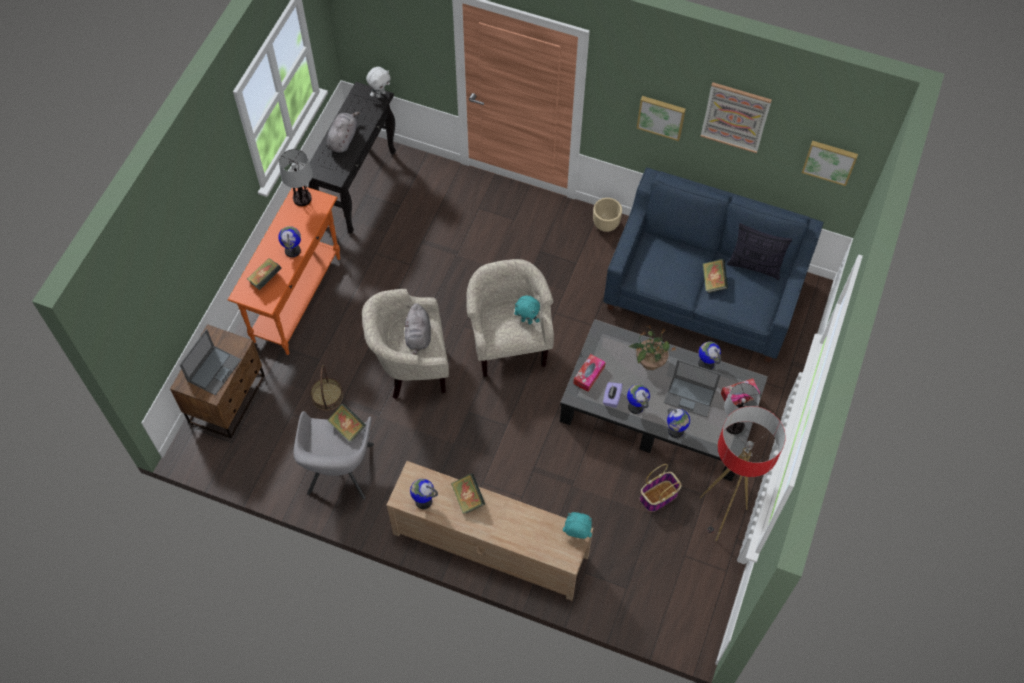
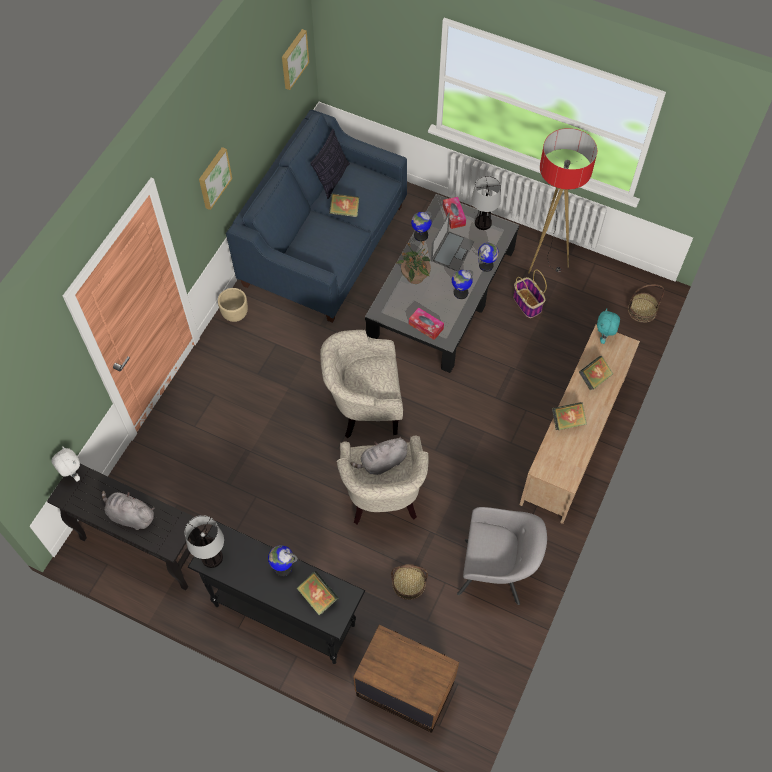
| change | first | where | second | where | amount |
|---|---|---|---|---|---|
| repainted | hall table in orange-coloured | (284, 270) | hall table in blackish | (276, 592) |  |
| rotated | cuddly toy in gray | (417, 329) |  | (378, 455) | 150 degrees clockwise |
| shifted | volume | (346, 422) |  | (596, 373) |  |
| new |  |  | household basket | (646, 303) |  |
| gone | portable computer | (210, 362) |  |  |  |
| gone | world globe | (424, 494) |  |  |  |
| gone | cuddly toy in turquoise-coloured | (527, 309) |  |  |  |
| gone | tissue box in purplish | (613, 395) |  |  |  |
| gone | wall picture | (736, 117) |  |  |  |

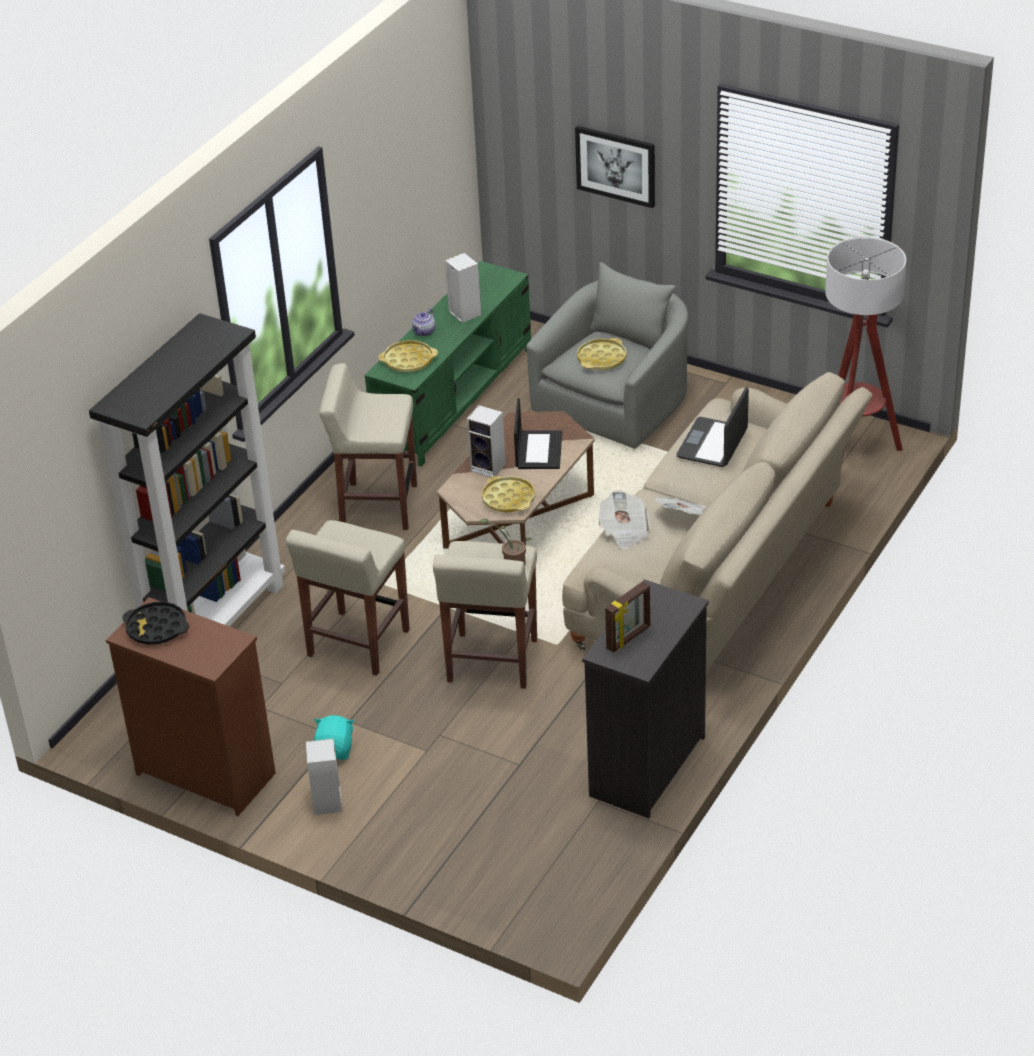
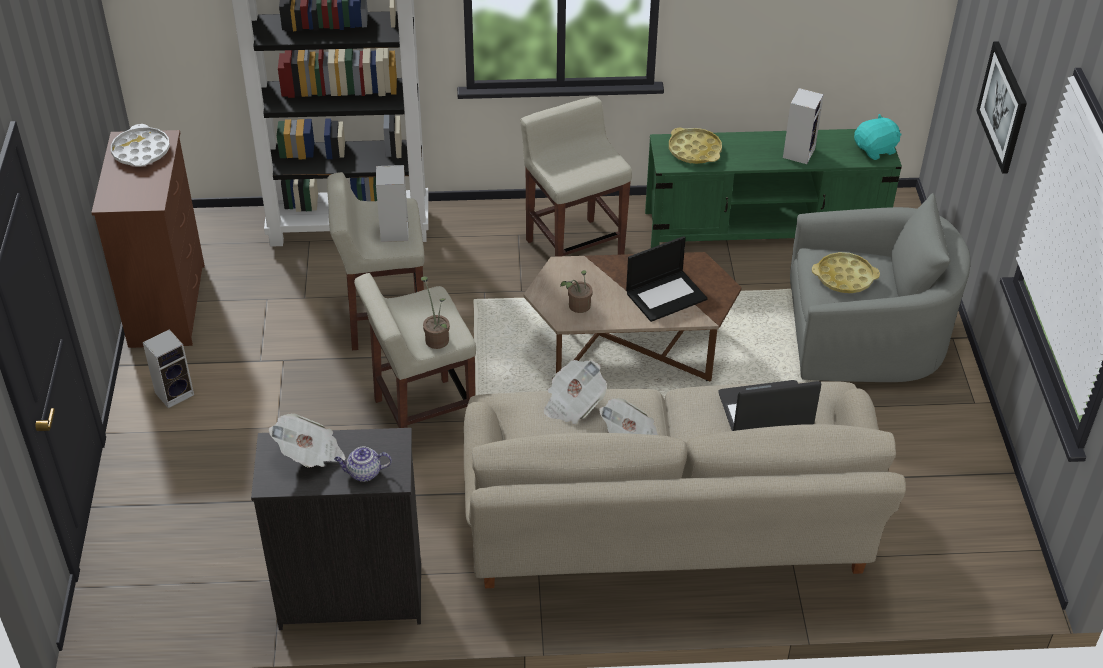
| change | first | where | second | where | amount |
|---|---|---|---|---|---|
| repainted | carrying tray in blackish | (155, 623) | carrying tray in whitish | (140, 145) |  |
| swapped | standing frame | (627, 617) | printed paper | (307, 440) |  |
| shifted | teapot | (423, 322) |  | (363, 464) |  |
| shifted | audio speaker | (486, 441) |  | (392, 203) |  |
| swapped | carrying tray in yellow-coloured | (508, 494) | potted plant | (576, 291) |  |
| shifted | cuddly toy in turquoise-coloured | (334, 737) |  | (877, 137) |  |
| gone | standing lamp | (865, 352) |  |  |  |

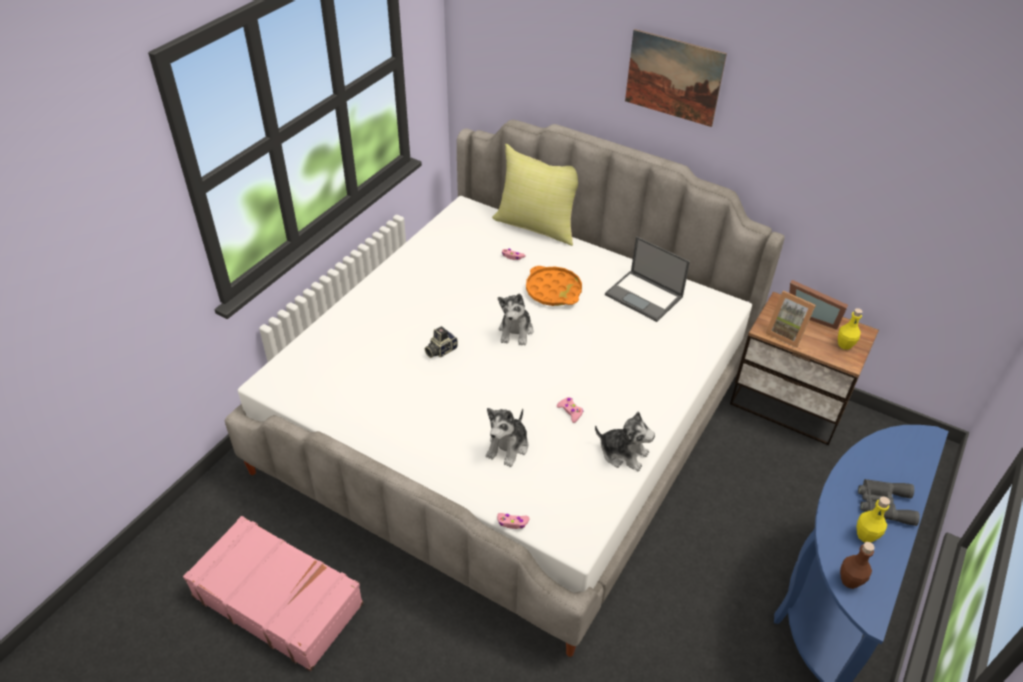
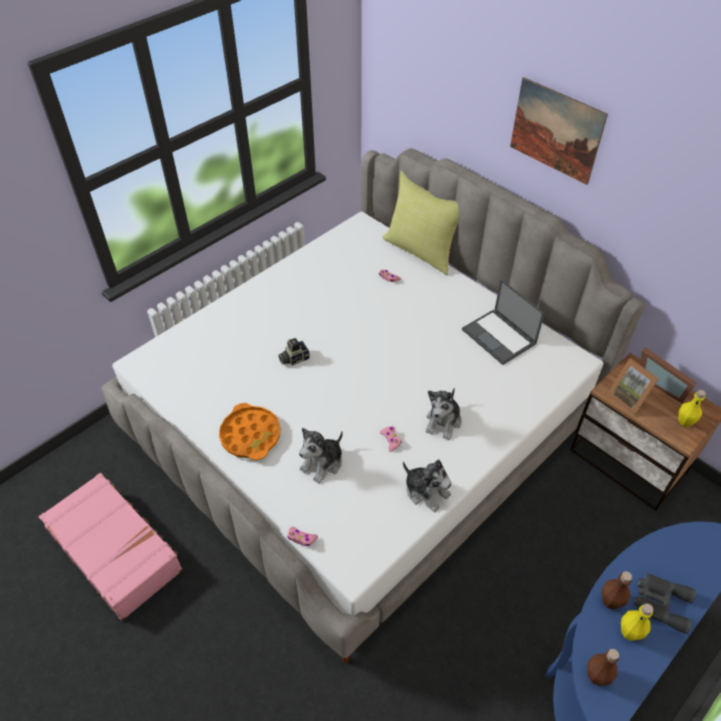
| change | first | where | second | where | amount |
|---|---|---|---|---|---|
| shifted | carrying tray in orange-coloured | (554, 286) |  | (250, 431) |  |
| shifted | cuddly toy | (515, 319) |  | (443, 414) |  |
| new |  |  | beverage bottle in brownish | (616, 590) |  |

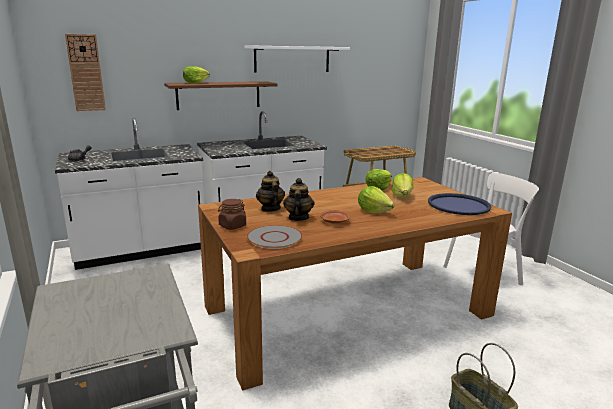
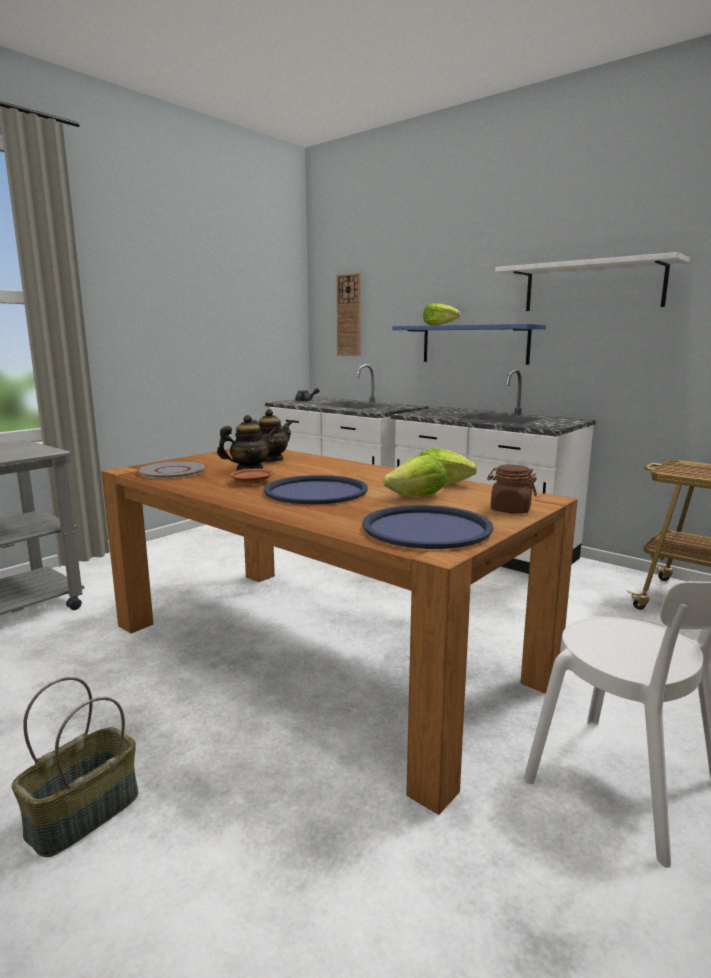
| change | first | where | second | where | amount |
|---|---|---|---|---|---|
| swapped | lettuce head | (376, 200) | carrying tray in bluish | (315, 489) |  |
| repainted | wall shelf in brownish | (221, 95) | wall shelf in bluish | (469, 344) |  |
| shifted | preserve jar in brownish | (232, 214) |  | (512, 489) |  |

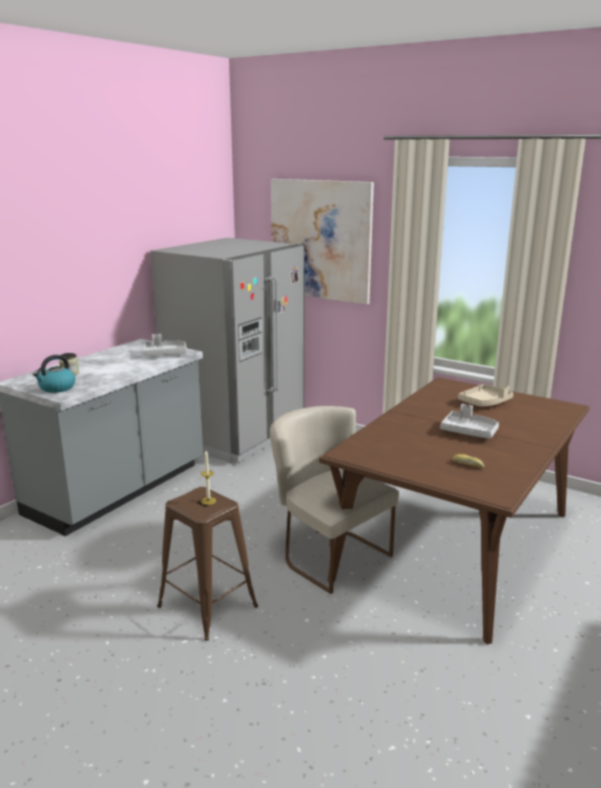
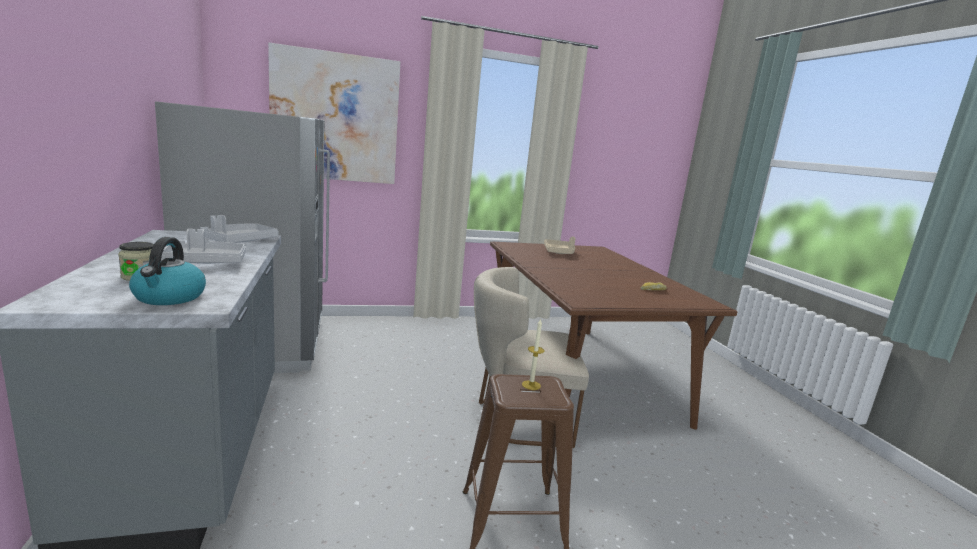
| change | first | where | second | where | amount |
|---|---|---|---|---|---|
| shifted | carrying tray in gray | (469, 421) |  | (203, 246) |  |

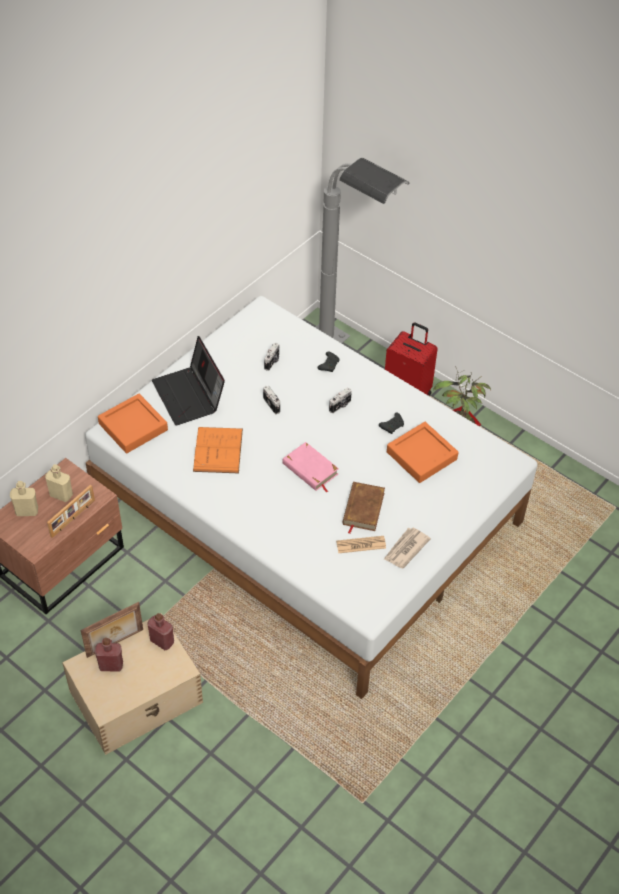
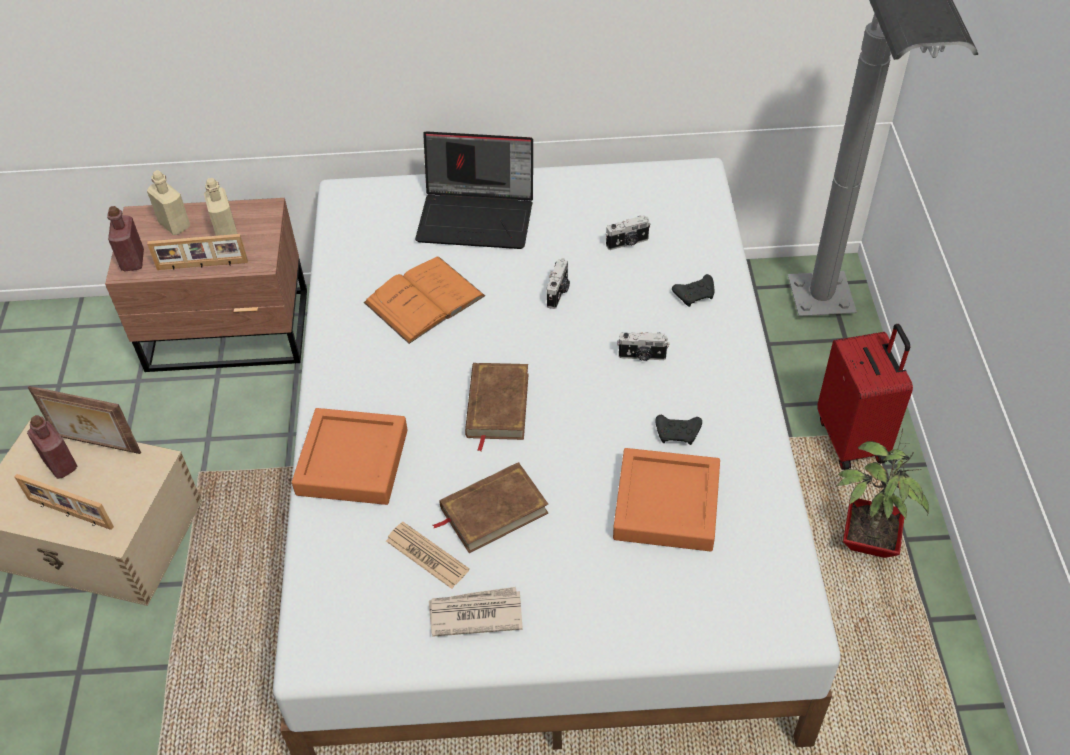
| change | first | where | second | where | amount |
|---|---|---|---|---|---|
| new |  |  | standing frame | (64, 502) |  |
| shifted | beverage bottle in red-coloured | (160, 631) |  | (125, 238) |  |
| shifted | carrying tray in orange-coloured | (133, 423) |  | (350, 456) |  |
| rotated | portable computer | (188, 380) |  | (474, 190) | 105 degrees counterclockwise |
| repainted | volume in pinkish | (310, 467) | volume in brownish | (496, 407) |  |

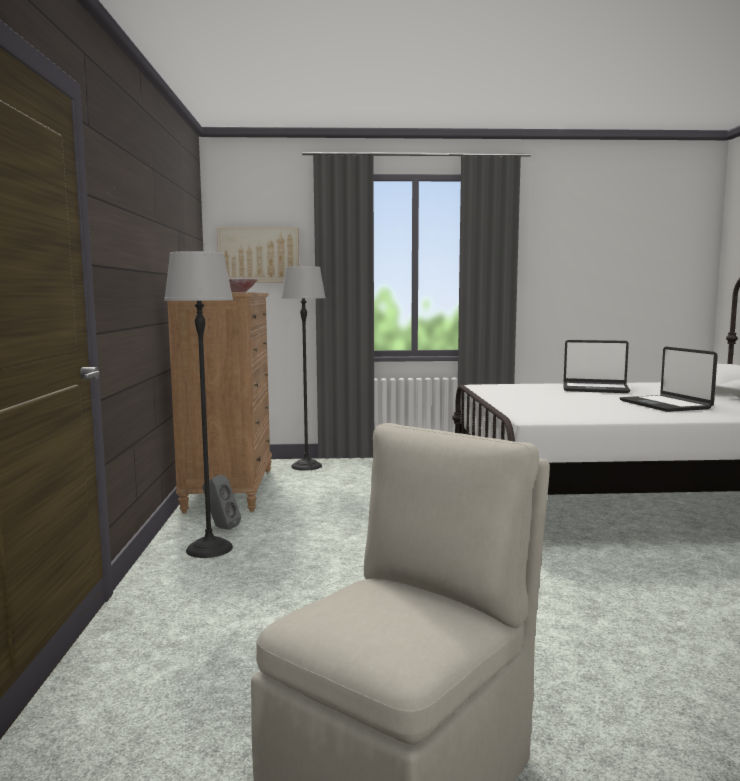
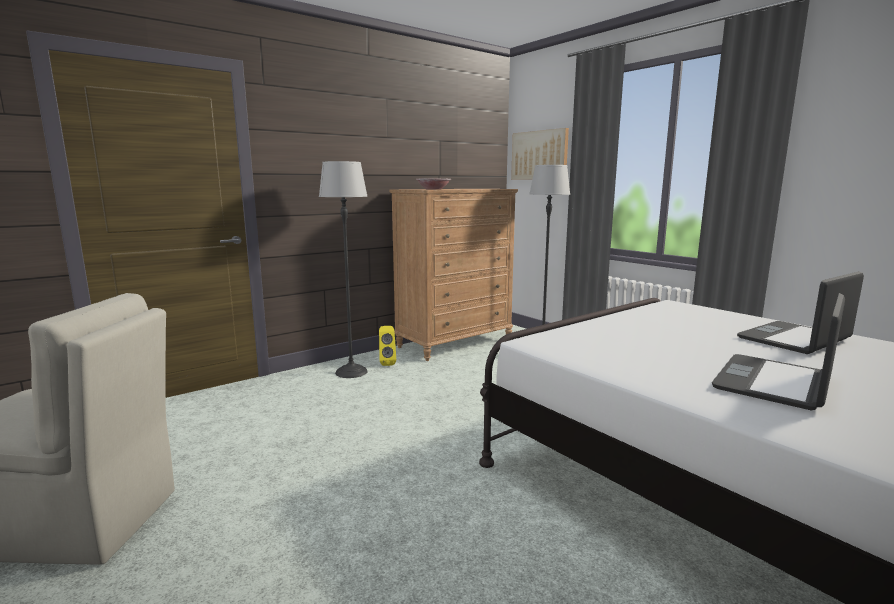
| change | first | where | second | where | amount |
|---|---|---|---|---|---|
| repainted | audio speaker in gray | (221, 502) | audio speaker in yellow-coloured | (387, 346) |  |
| rotated | portable computer | (597, 366) |  | (800, 312) | 75 degrees clockwise |

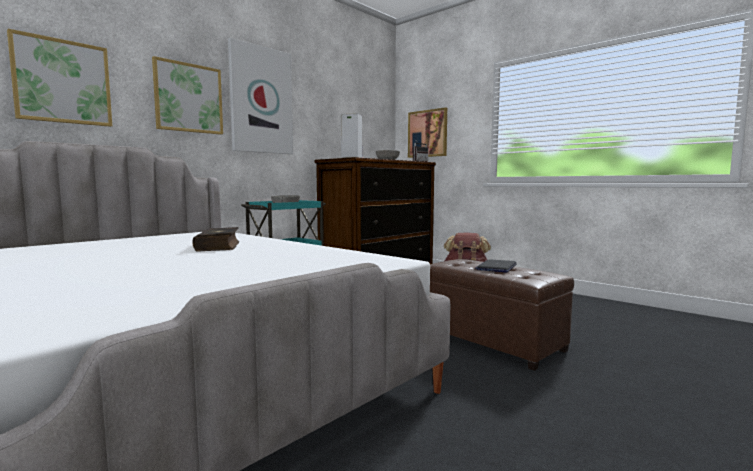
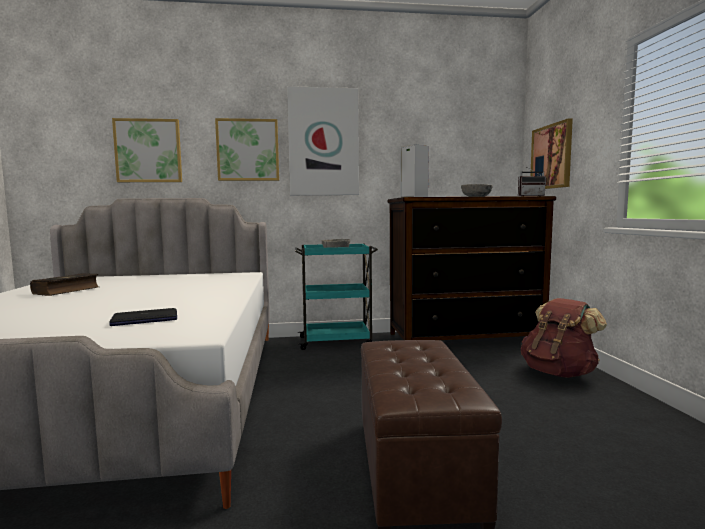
| change | first | where | second | where | amount |
|---|---|---|---|---|---|
| shifted | volume | (216, 239) |  | (64, 284) |  |
| shifted | portable computer | (496, 266) |  | (143, 317) |  |

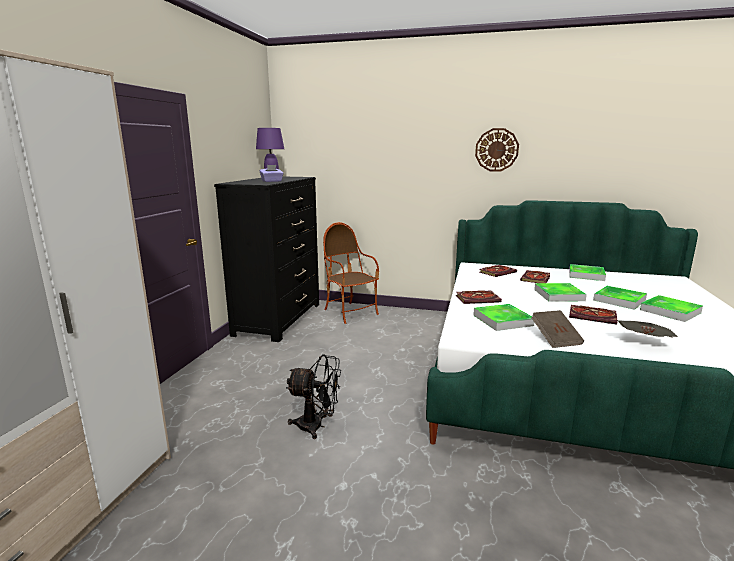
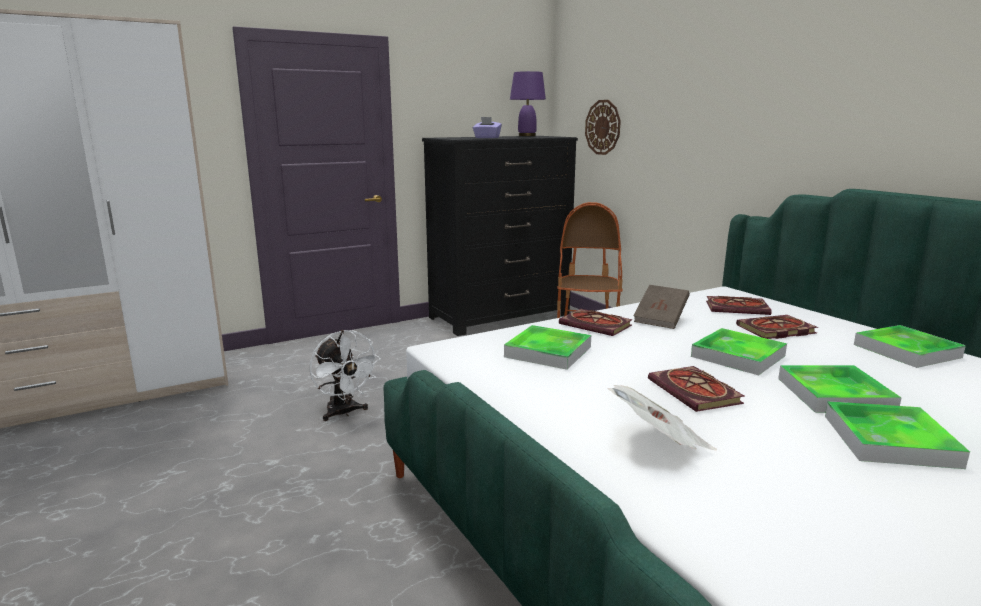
| change | first | where | second | where | amount |
|---|---|---|---|---|---|
| repainted | electric fan in blackish | (313, 396) | electric fan in whitish | (345, 375) |  |
| shifted | clock on the wall | (497, 150) |  | (603, 127) |  |
| shifted | volume in brownish | (557, 329) |  | (661, 307) |  |

